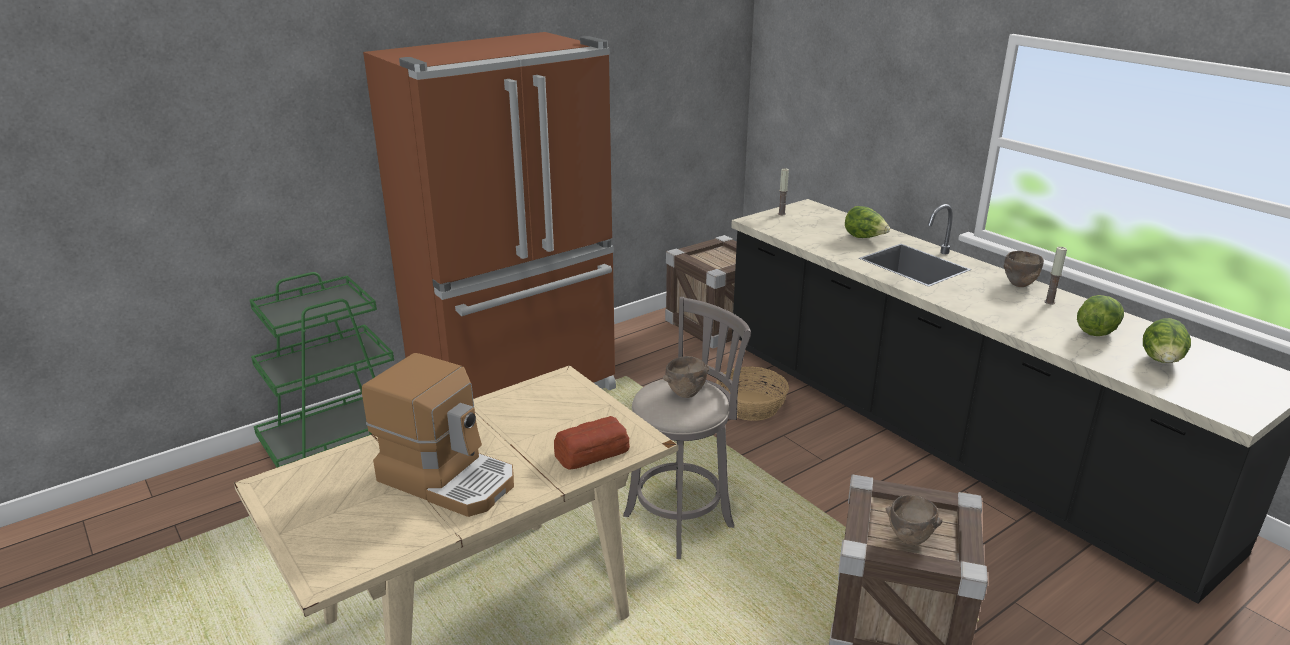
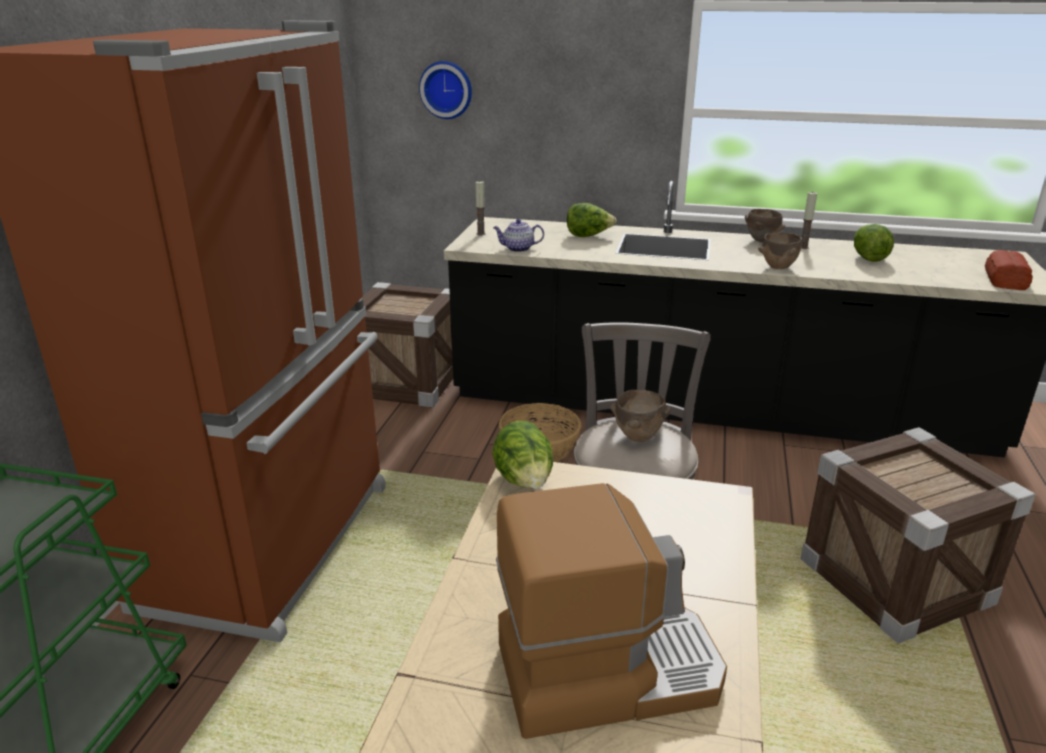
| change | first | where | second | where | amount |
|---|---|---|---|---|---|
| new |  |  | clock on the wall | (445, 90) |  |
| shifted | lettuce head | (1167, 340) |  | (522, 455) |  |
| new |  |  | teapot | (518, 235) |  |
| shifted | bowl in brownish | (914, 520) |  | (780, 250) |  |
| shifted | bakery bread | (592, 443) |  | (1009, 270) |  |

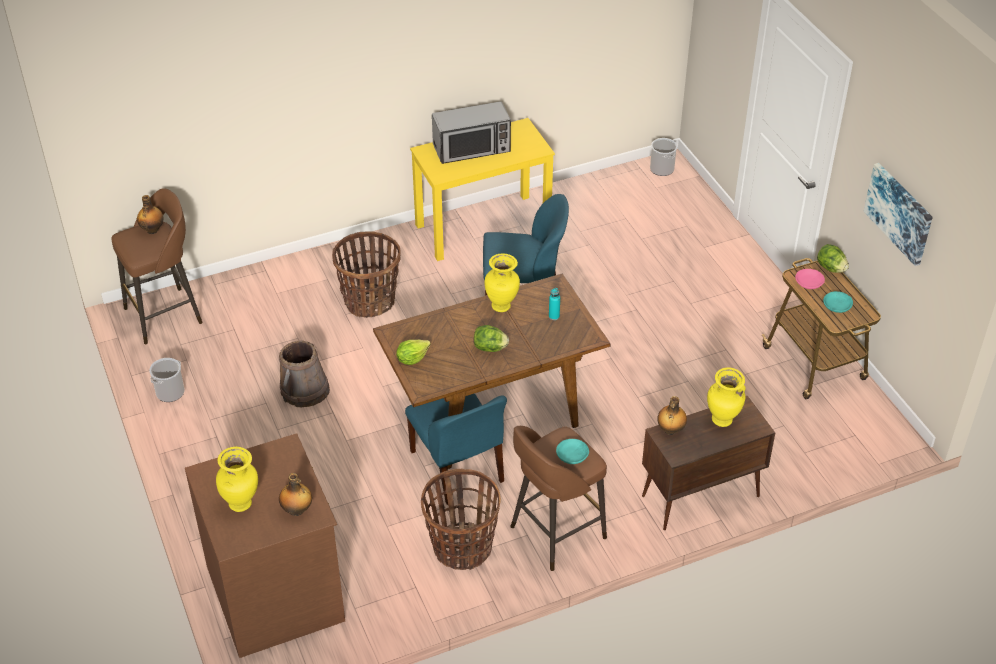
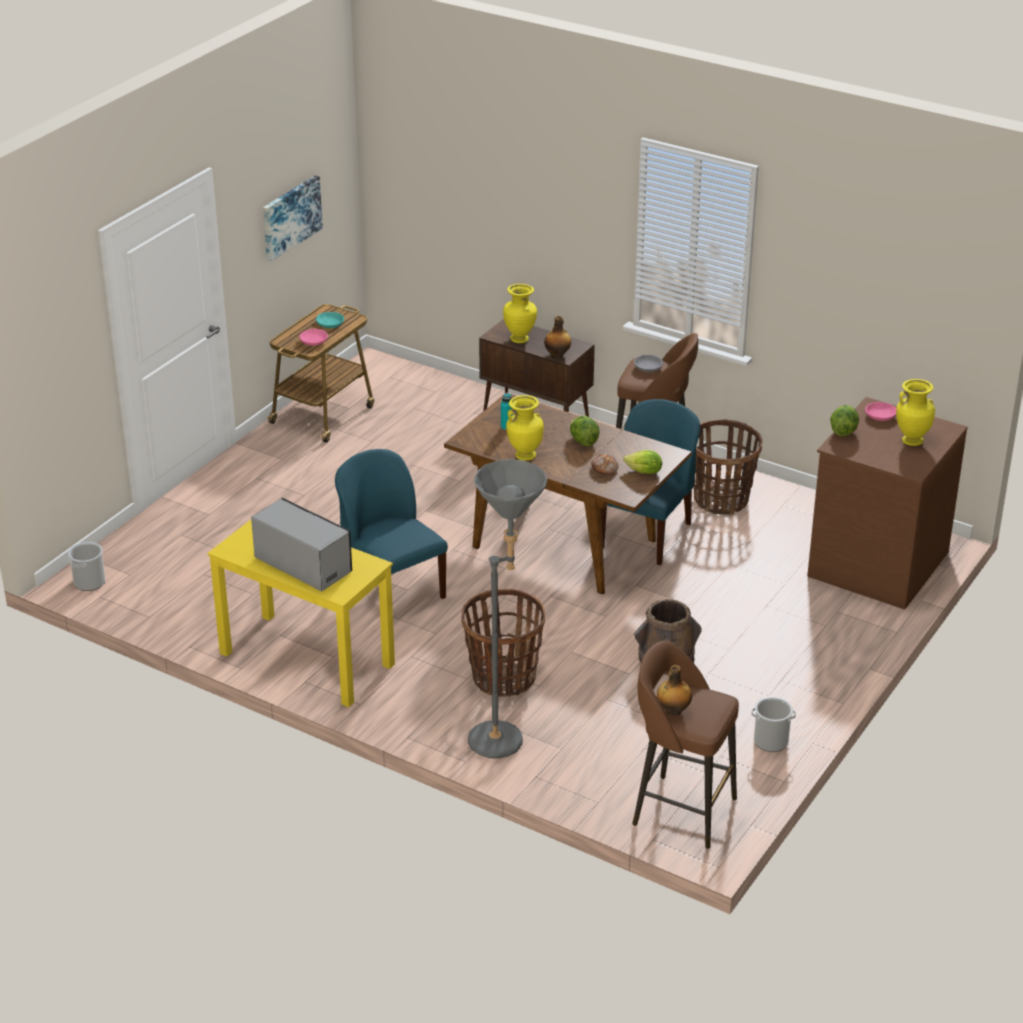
| change | first | where | second | where | amount |
|---|---|---|---|---|---|
| new |  |  | standing lamp in gray | (507, 609) |  |
| new |  |  | bakery bread | (605, 464) |  |
| repainted | bowl in turquoise-coloured | (572, 451) | bowl in gray | (648, 363) |  |
| shifted | lettuce head | (833, 258) |  | (844, 421) |  |
| swapped | beverage bottle | (295, 494) | bowl in pinkish | (880, 411) |  |

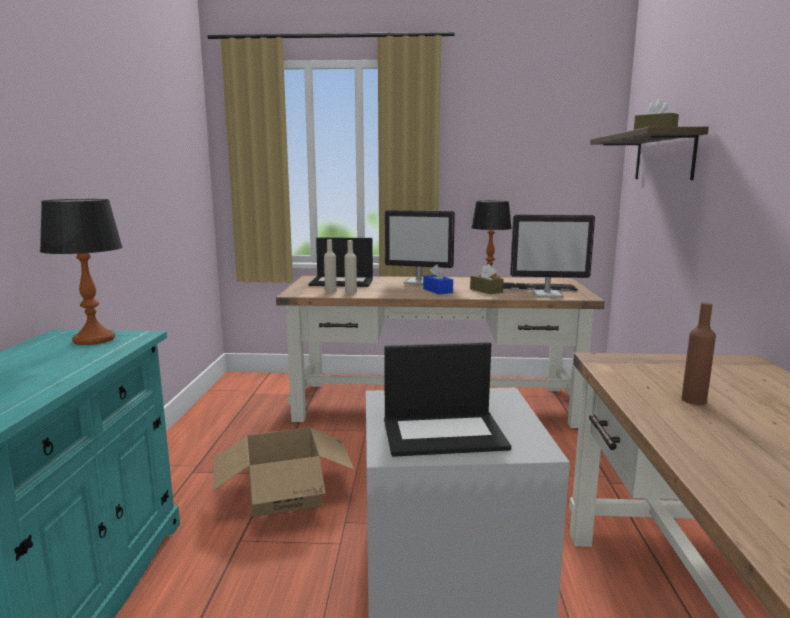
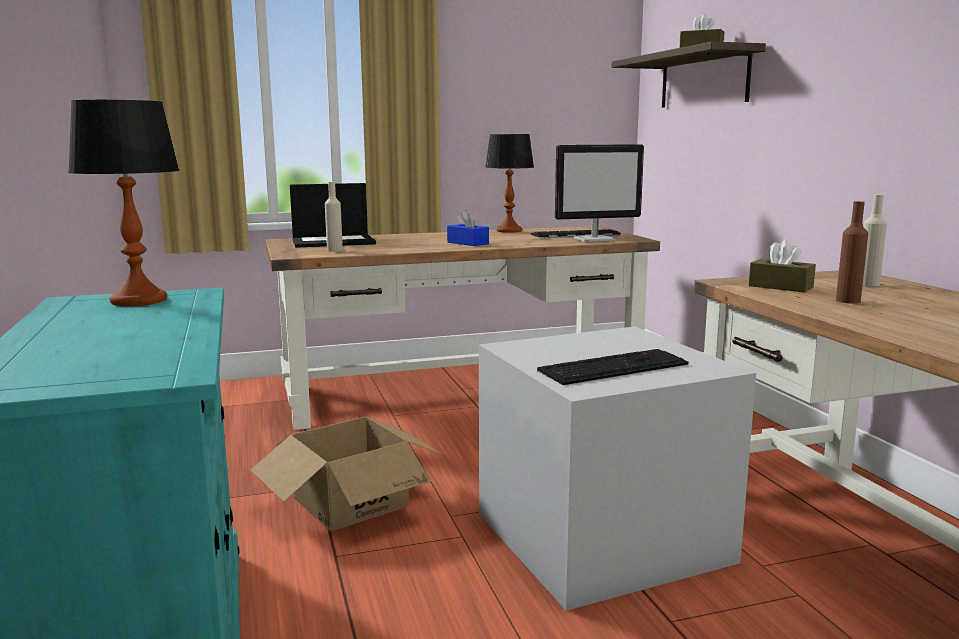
| change | first | where | second | where | amount |
|---|---|---|---|---|---|
| swapped | portable computer | (447, 399) | keyboard | (612, 367) |  |
| shifted | tissue box in brownish | (487, 279) |  | (782, 265) |  |
| shifted | beverage bottle in beige-coloured | (350, 266) |  | (875, 240) |  |
| gone | monitor | (420, 247) |  |  |  |

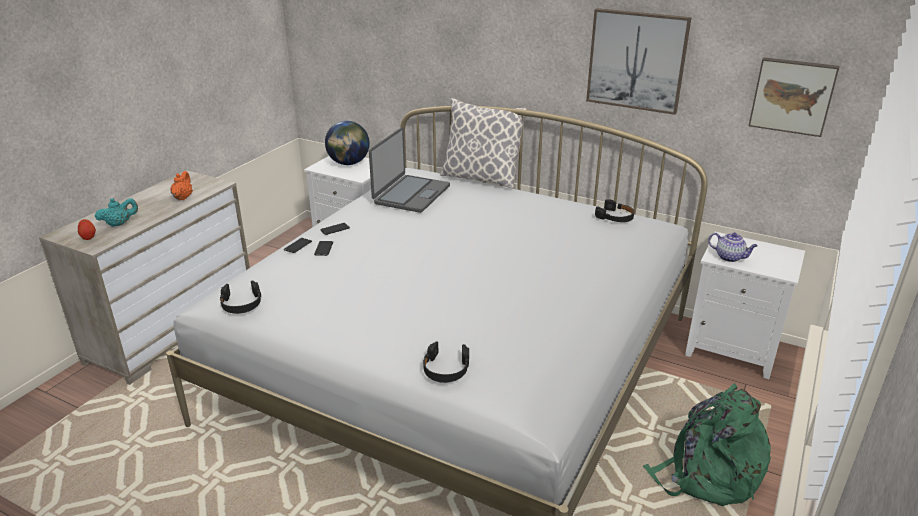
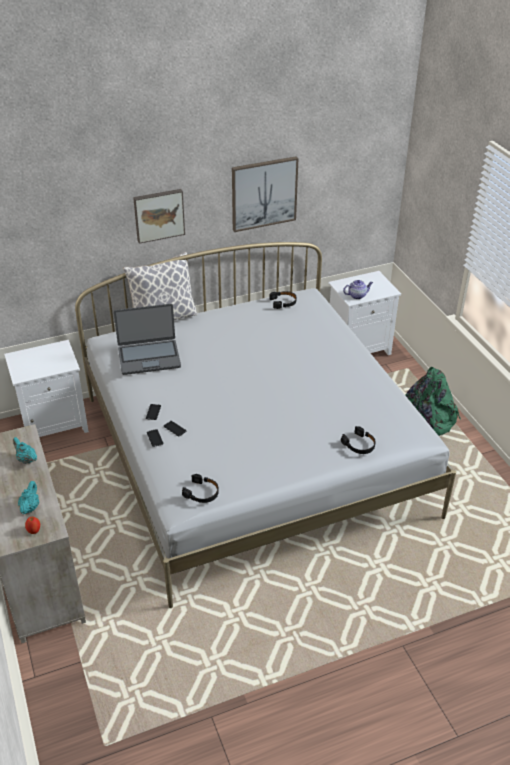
| change | first | where | second | where | amount |
|---|---|---|---|---|---|
| repainted | teapot in orange-coloured | (181, 186) | teapot in turquoise-coloured | (25, 450) |  |
| rotated | portable computer | (409, 170) |  | (147, 339) | 105 degrees clockwise |
| shifted | wall picture | (794, 97) |  | (159, 216) |  |
| gone | world globe | (347, 143) |  |  |  |

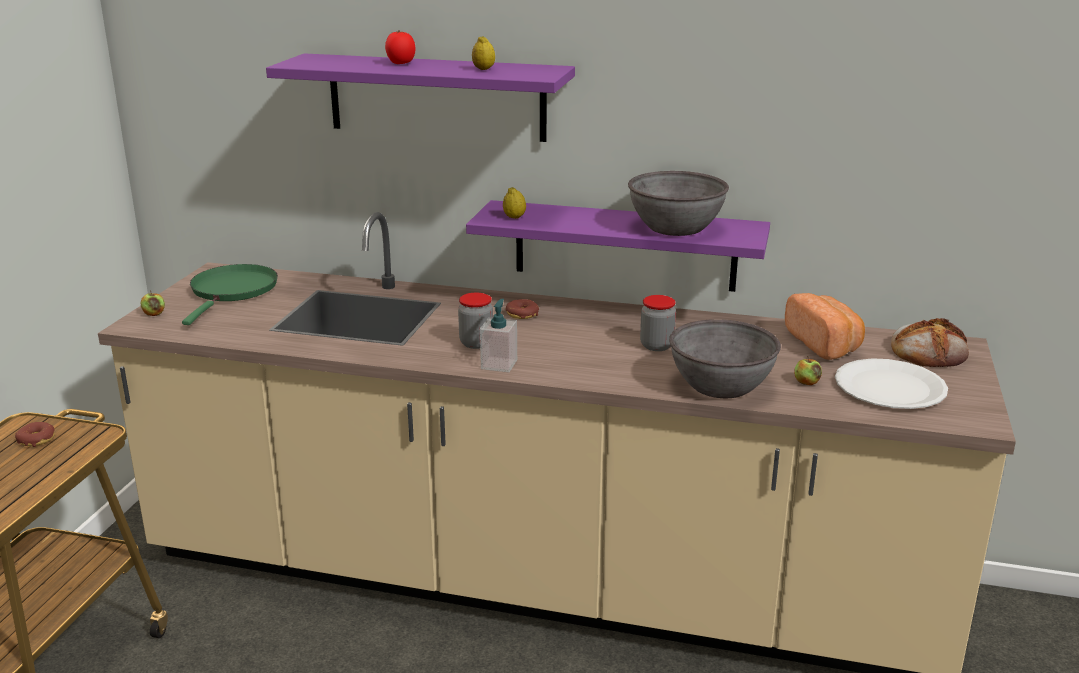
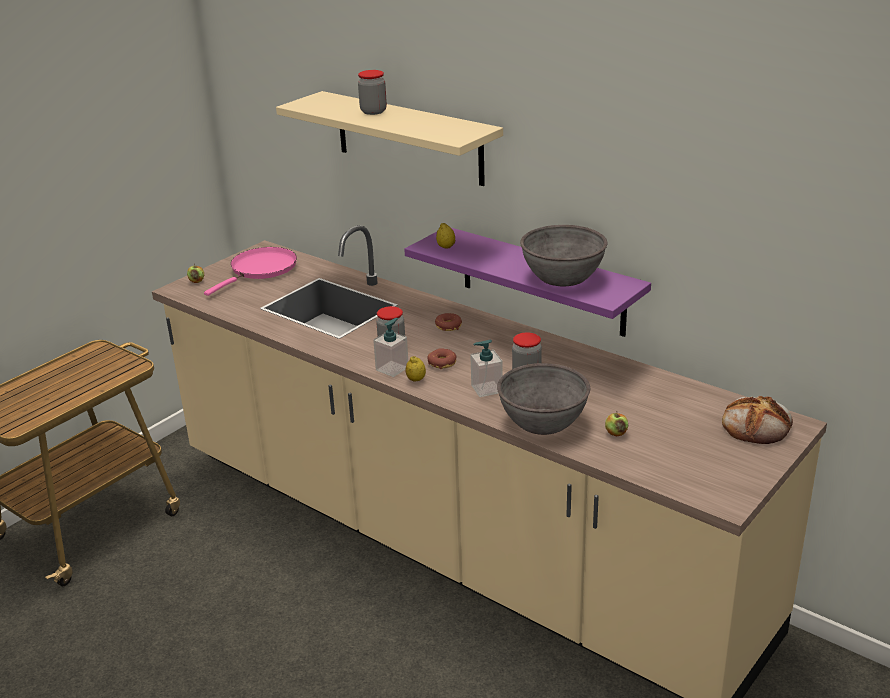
| change | first | where | second | where | amount |
|---|---|---|---|---|---|
| repainted | skillet in green | (230, 294) | skillet in pinkish | (250, 271) |  |
| repainted | wall shelf in purplish | (420, 97) | wall shelf in beige-coloured | (389, 138) |  |
| swapped | whole tomato | (400, 47) | preserve jar | (372, 92) |  |
| shifted | whole lemon | (483, 53) |  | (415, 369) |  |
| shifted | ring doughnut | (35, 434) |  | (442, 358) |  |
| new |  |  | liquid soap bottle | (486, 368) |  |
| gone | bakery bread | (825, 326) |  |  |  |
| gone | plate in whitish | (891, 383) |  |  |  |

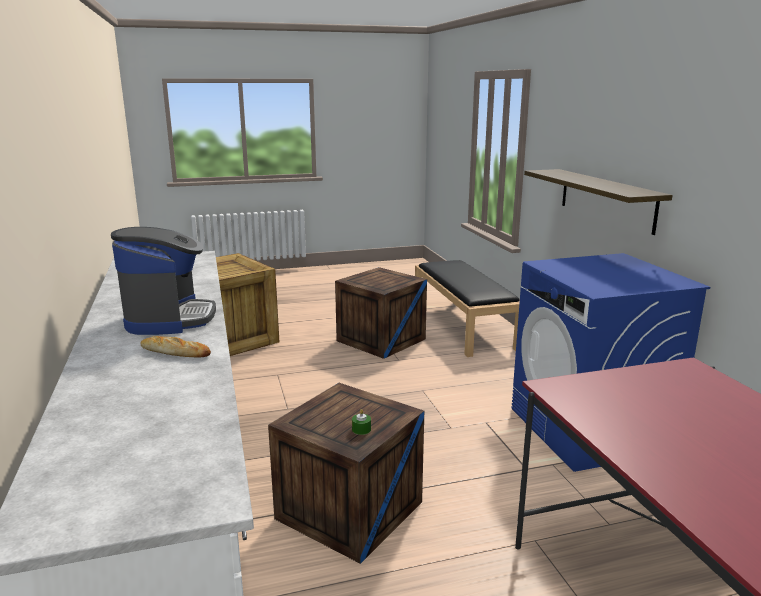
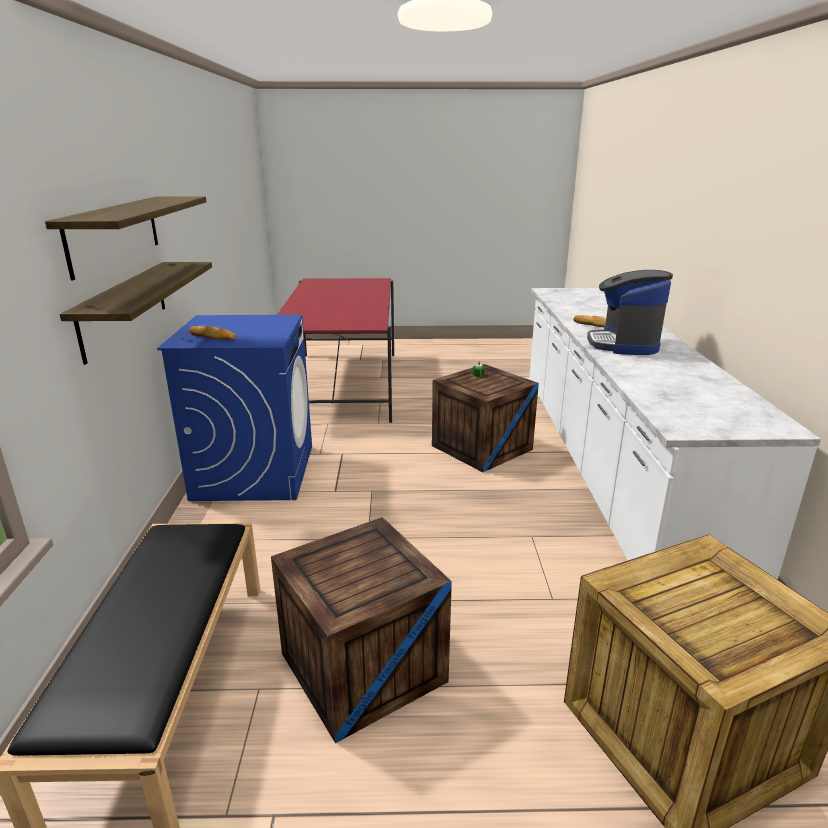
| change | first | where | second | where | amount |
|---|---|---|---|---|---|
| new |  |  | wall shelf | (125, 239) |  |
| new |  |  | bakery bread | (212, 332) |  |

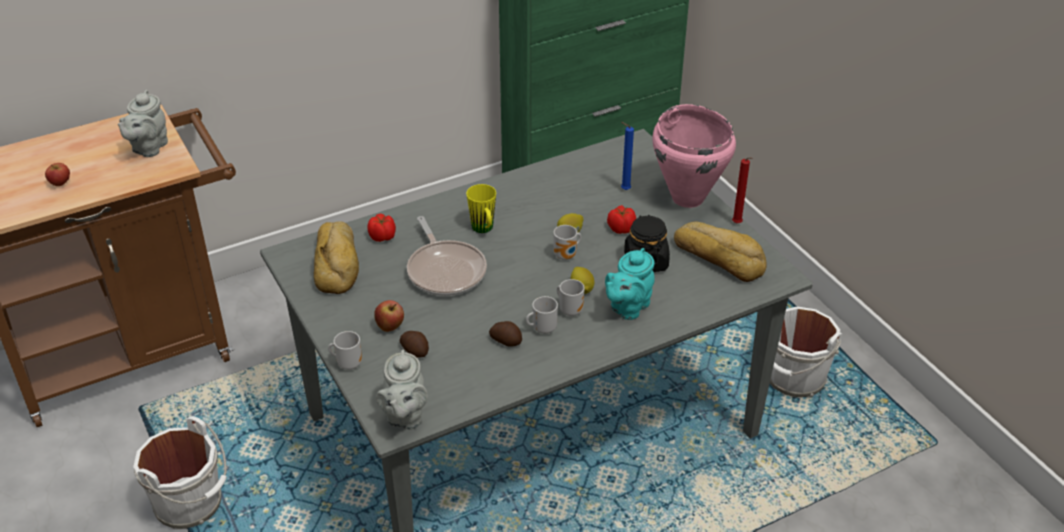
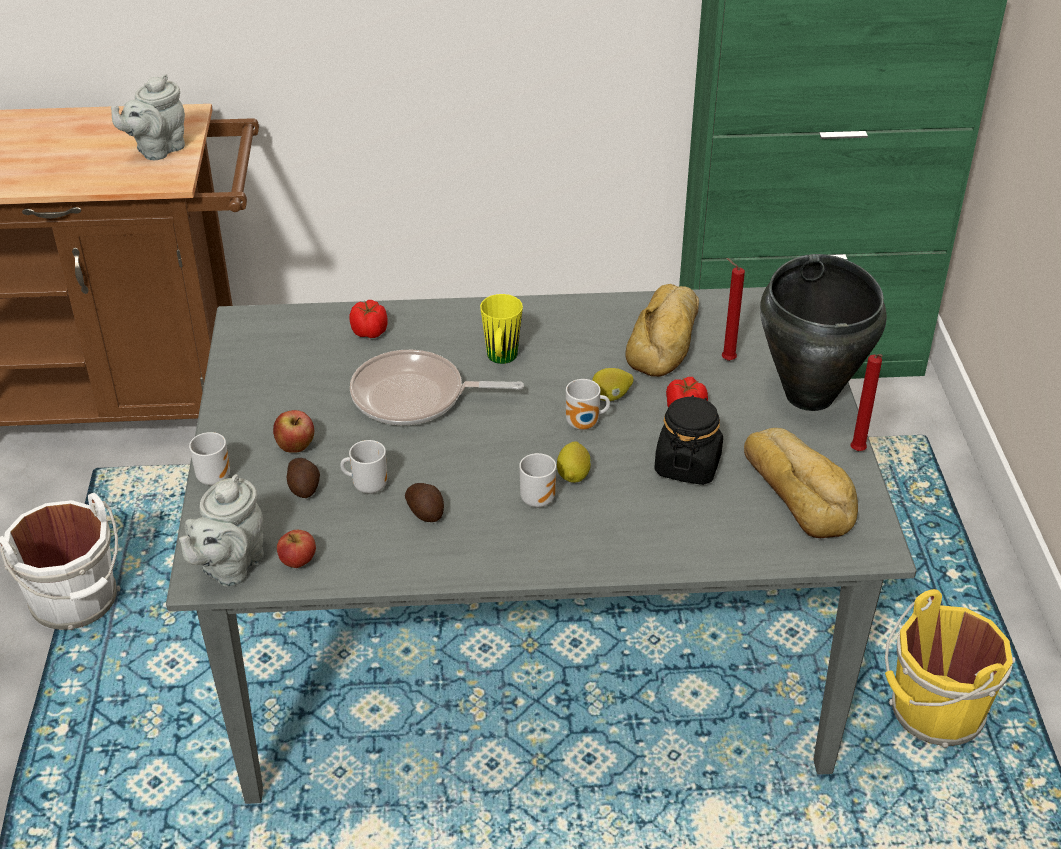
| change | first | where | second | where | amount |
|---|---|---|---|---|---|
| shifted | apple fruit | (57, 174) |  | (296, 549) |  |
| shifted | coffee mug | (542, 315) |  | (363, 467) |  |
| rotated | skillet | (447, 256) |  | (437, 387) | 90 degrees clockwise |
| shifted | bakery bread | (336, 257) |  | (662, 330) |  |
| repainted | wax candle in bluish | (627, 156) | wax candle in red-coloured | (733, 309) |  |
| repainted | stockpot in pinkish | (694, 156) | stockpot in blackish | (823, 332) |  |
| repainted | water bucket in whitish | (806, 352) | water bucket in yellow-coloured | (950, 668) |  |
| gone | teapot in turquoise-coloured | (630, 284) |  |  |  |

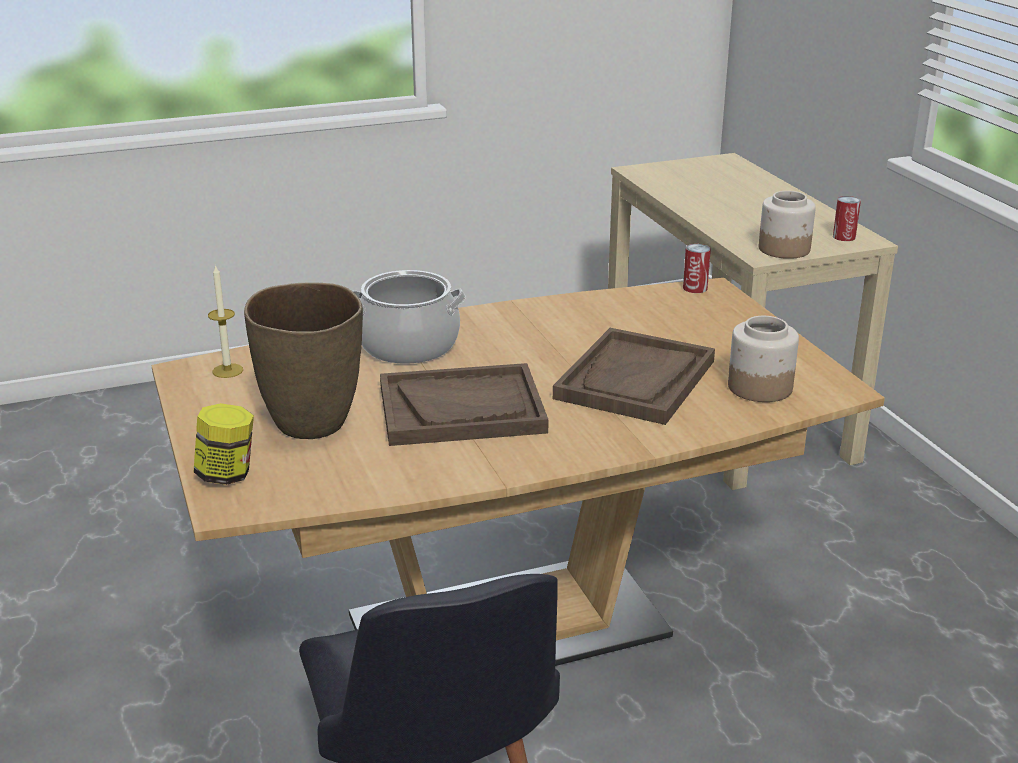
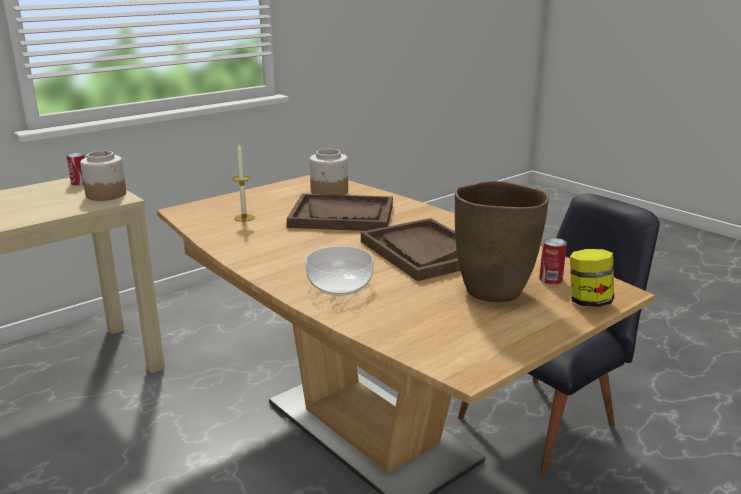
| change | first | where | second | where | amount |
|---|---|---|---|---|---|
| shifted | wax candle | (225, 321) |  | (244, 183) |  |
| swapped | stockpot | (409, 317) | bowl | (340, 271) |  |
| shifted | can | (697, 268) |  | (553, 261) |  |

